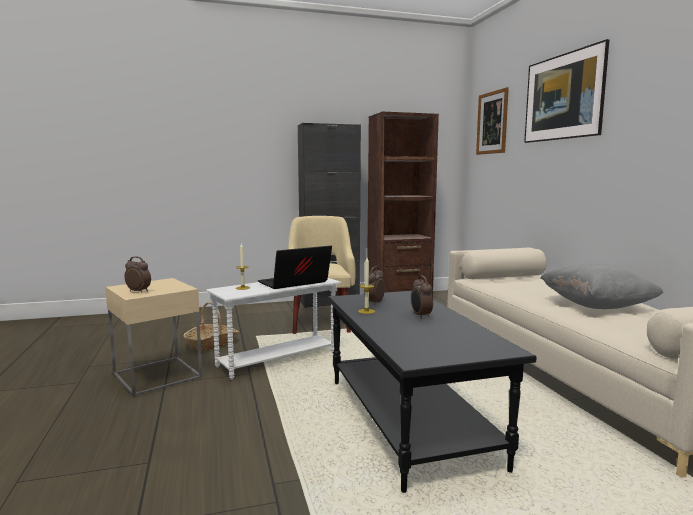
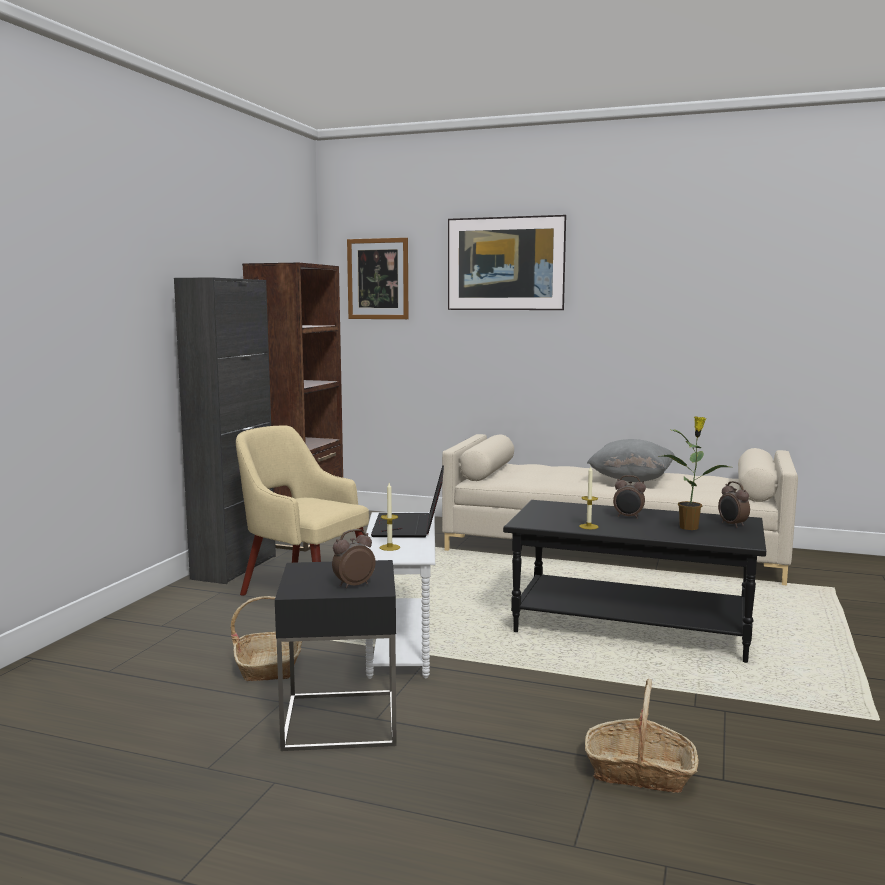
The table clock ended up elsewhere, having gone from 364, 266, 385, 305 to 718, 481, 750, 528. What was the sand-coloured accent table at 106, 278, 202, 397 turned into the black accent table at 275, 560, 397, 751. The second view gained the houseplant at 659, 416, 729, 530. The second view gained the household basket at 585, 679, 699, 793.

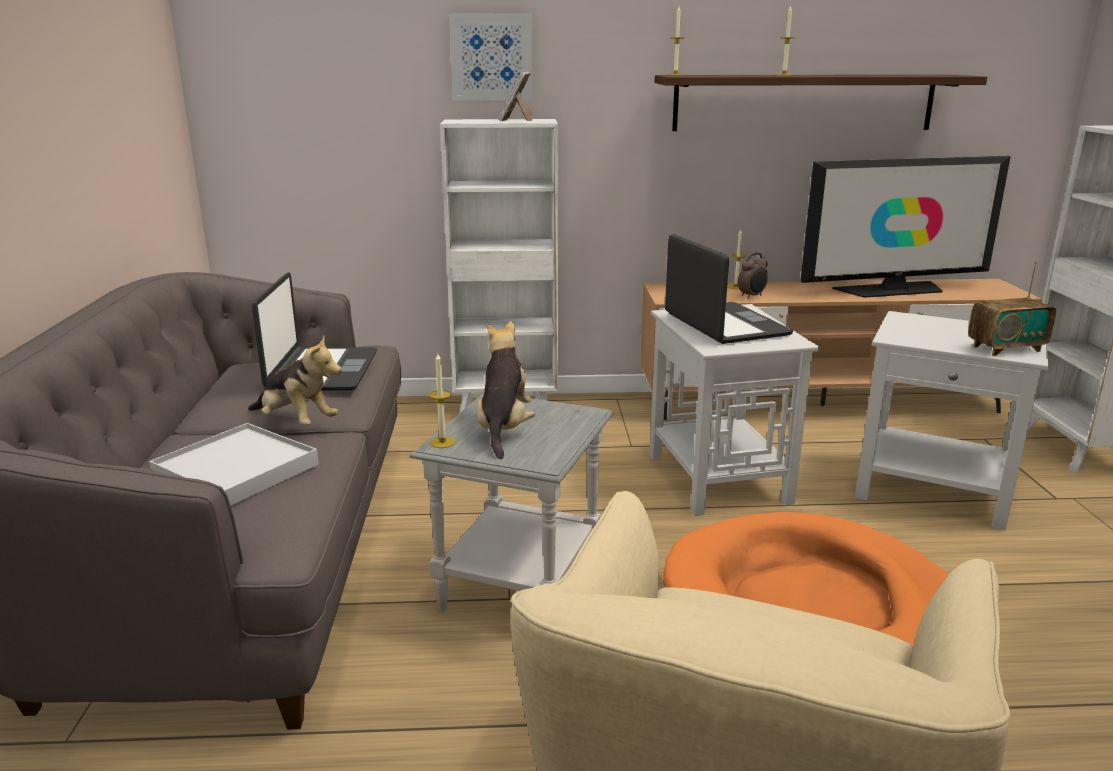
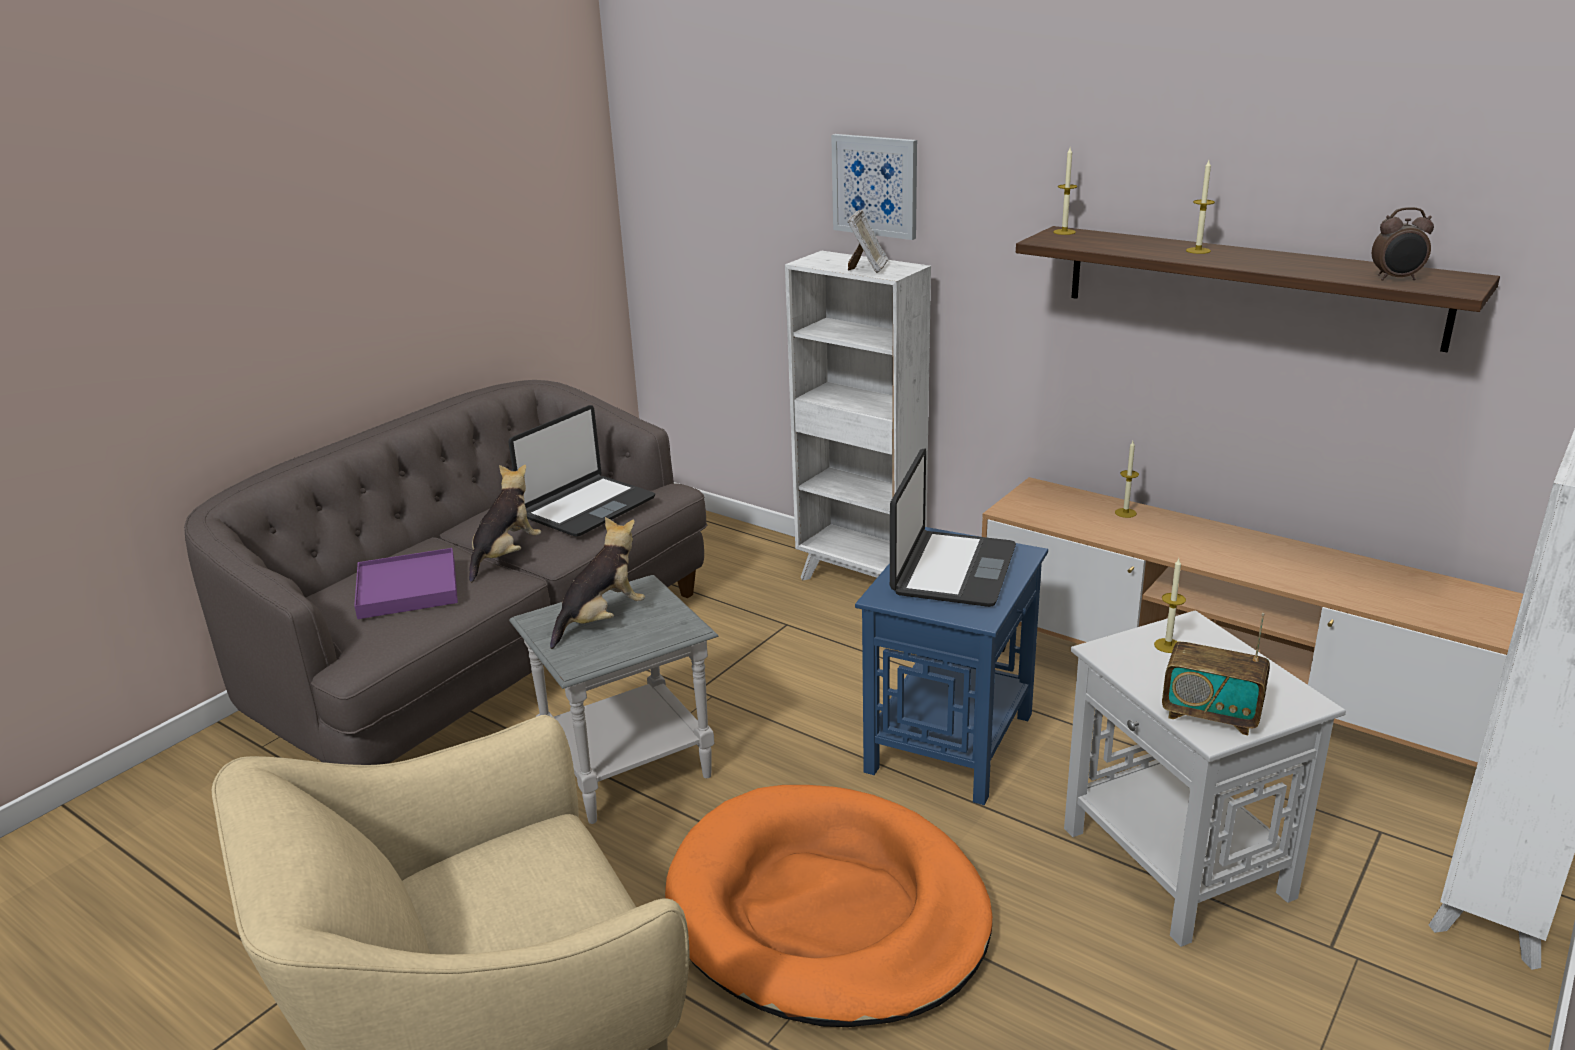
The photo frame at 498, 72, 532, 121 ended up facing another way, 150 degrees clockwise from before. The second view lost the TV set at 800, 156, 1011, 298. The table clock ended up elsewhere, having gone from 738, 253, 768, 299 to 1372, 207, 1434, 280. What was the white accent table at 650, 304, 820, 516 turned into the blue-coloured accent table at 855, 527, 1048, 805. The soft toy at 248, 336, 342, 425 ended up facing another way, 135 degrees counterclockwise from before. The wax light ended up elsewhere, having gone from 429, 353, 455, 448 to 1154, 559, 1186, 653. What was the white serving tray at 149, 423, 319, 506 turned into the purplish serving tray at 354, 548, 458, 619.

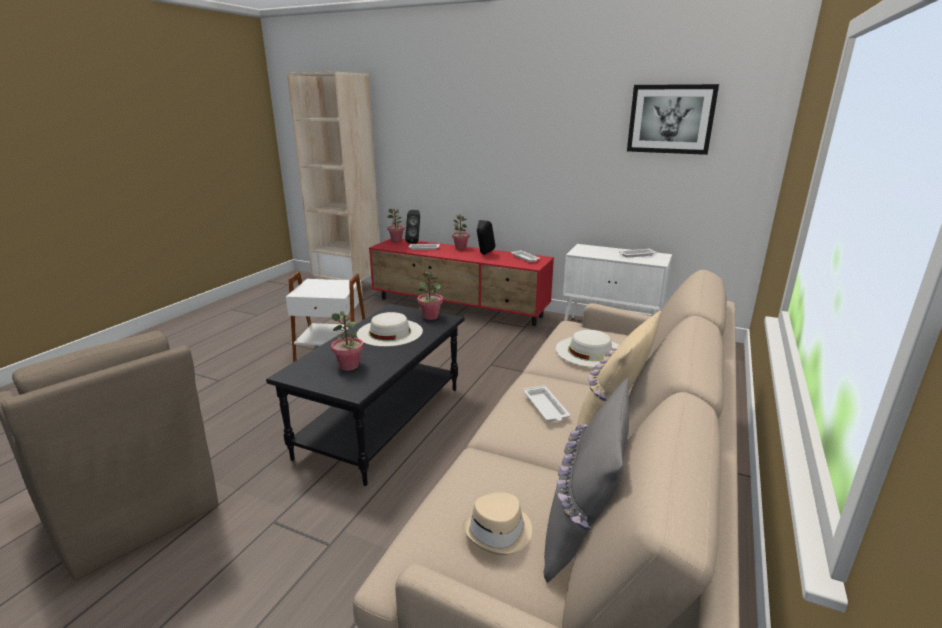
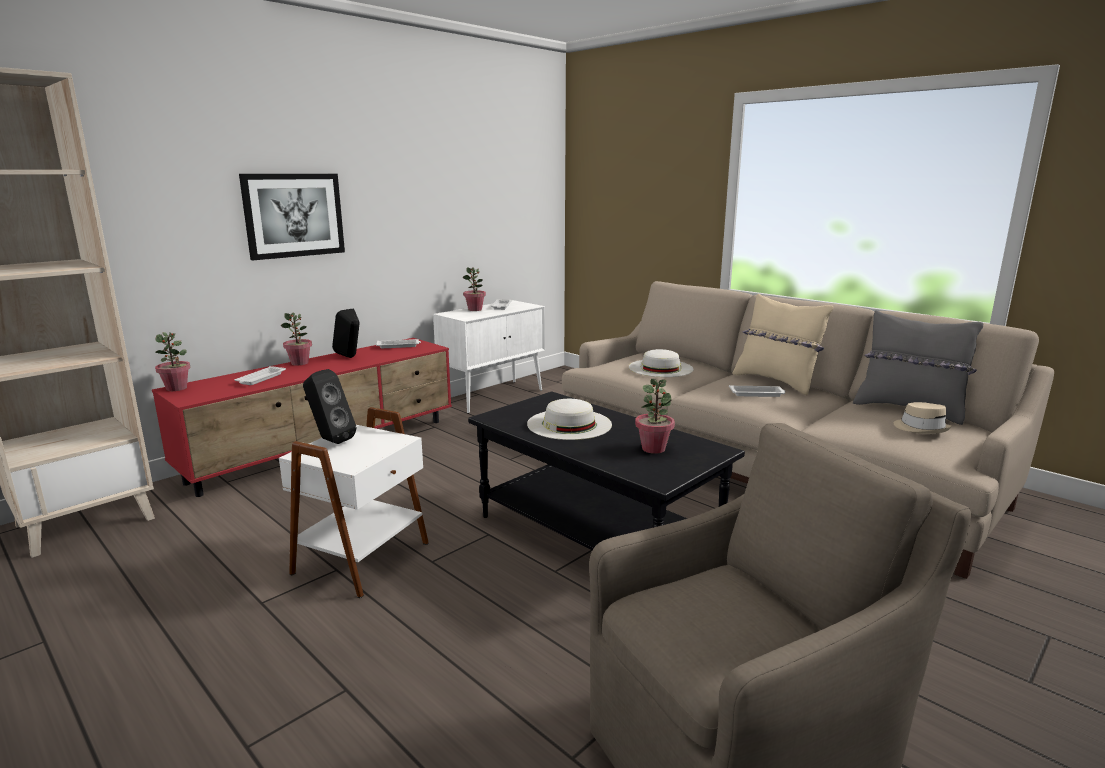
The wall art ended up elsewhere, having gone from 627, 84, 719, 155 to 239, 174, 345, 260. The black loudspeaker ended up elsewhere, having gone from 405, 210, 420, 244 to 303, 369, 356, 444. The houseplant ended up elsewhere, having gone from 417, 269, 443, 320 to 463, 267, 486, 311.

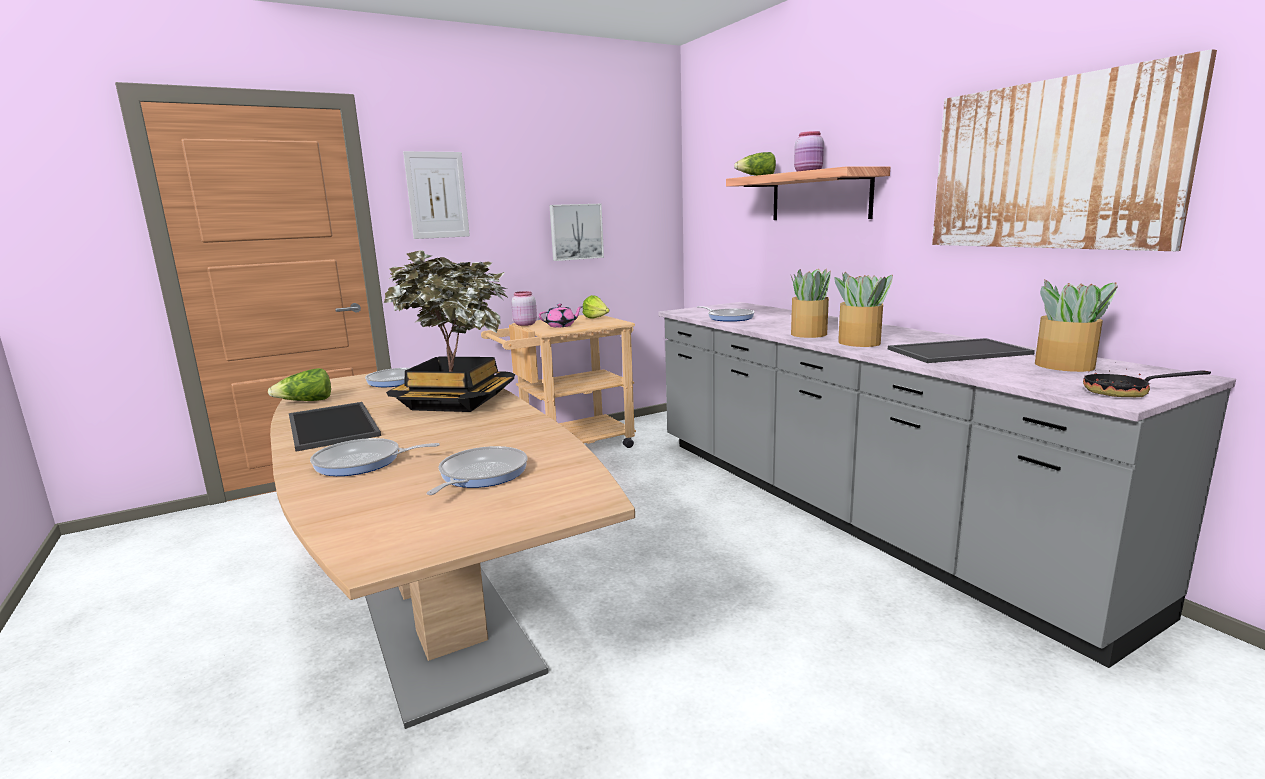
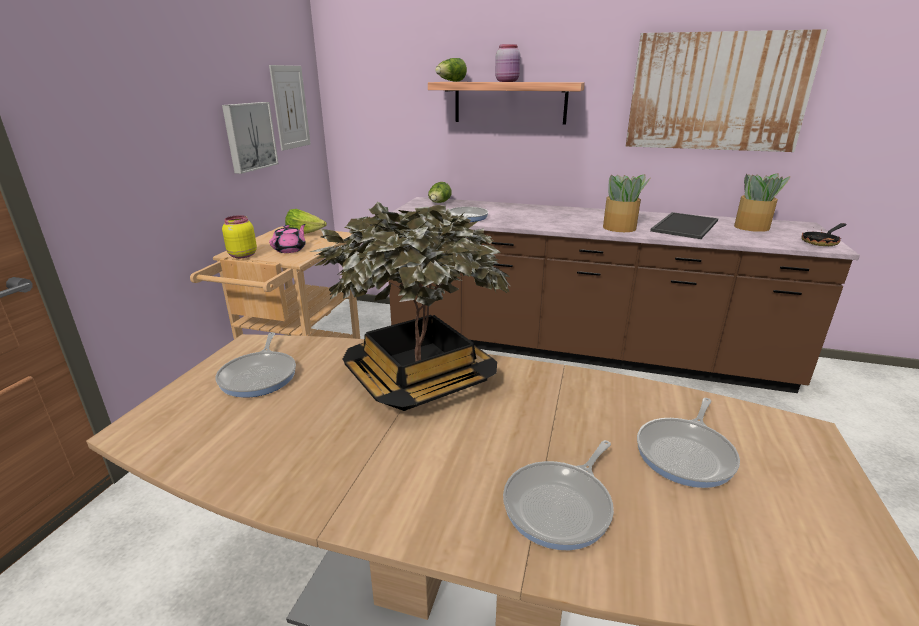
The wall art ended up elsewhere, having gone from 403, 151, 470, 239 to 269, 65, 311, 151. The second view lost the houseplant at 791, 269, 831, 338. What was the pinkish storage jar at 511, 291, 537, 326 turned into the yellowish storage jar at 222, 215, 257, 258. What was the grey kitchen counter at 658, 302, 1236, 668 turned into the brownish kitchen counter at 389, 197, 860, 393. The head of lettuce ended up elsewhere, having gone from 268, 368, 331, 401 to 428, 182, 452, 203. The second view lost the serving tray at 289, 402, 381, 451. The skillet at 427, 446, 527, 495 ended up facing another way, 120 degrees counterclockwise from before.

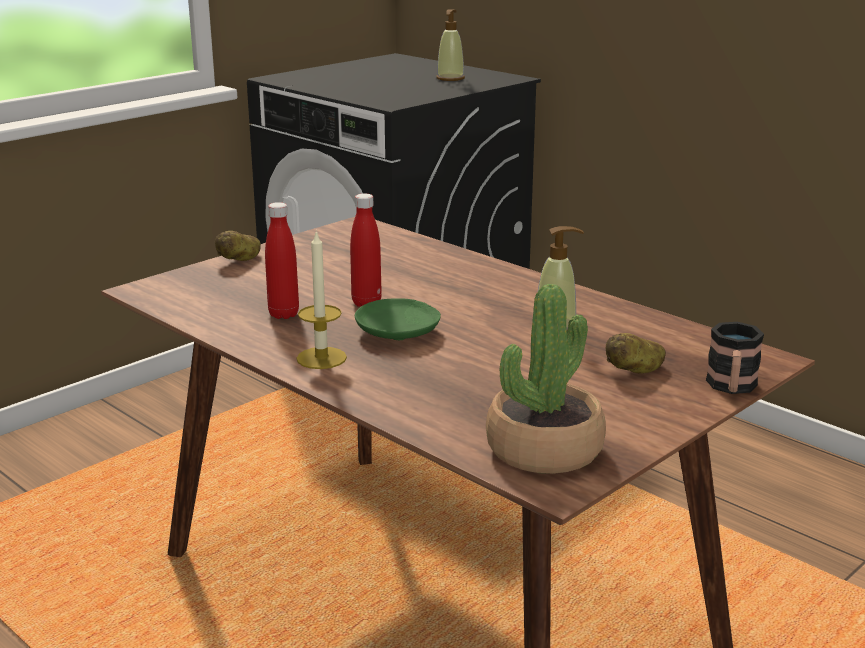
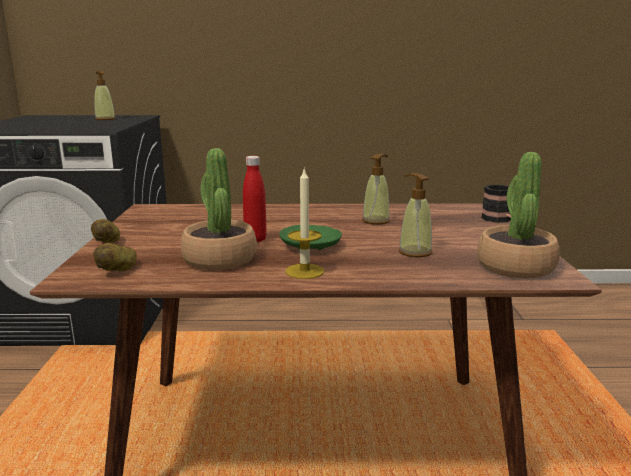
Where the reddish drink bottle stood at 265, 202, 299, 319, the houseplant came to stand at 181, 148, 257, 270. The whole potato ended up elsewhere, having gone from 606, 333, 666, 374 to 93, 243, 137, 271. The second view gained the soap dispenser at 399, 173, 432, 258.

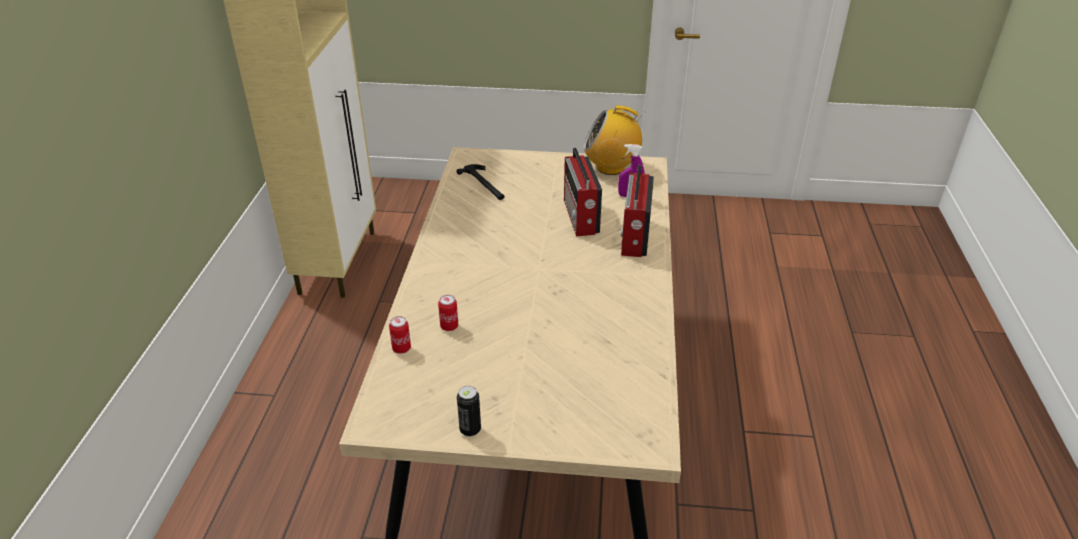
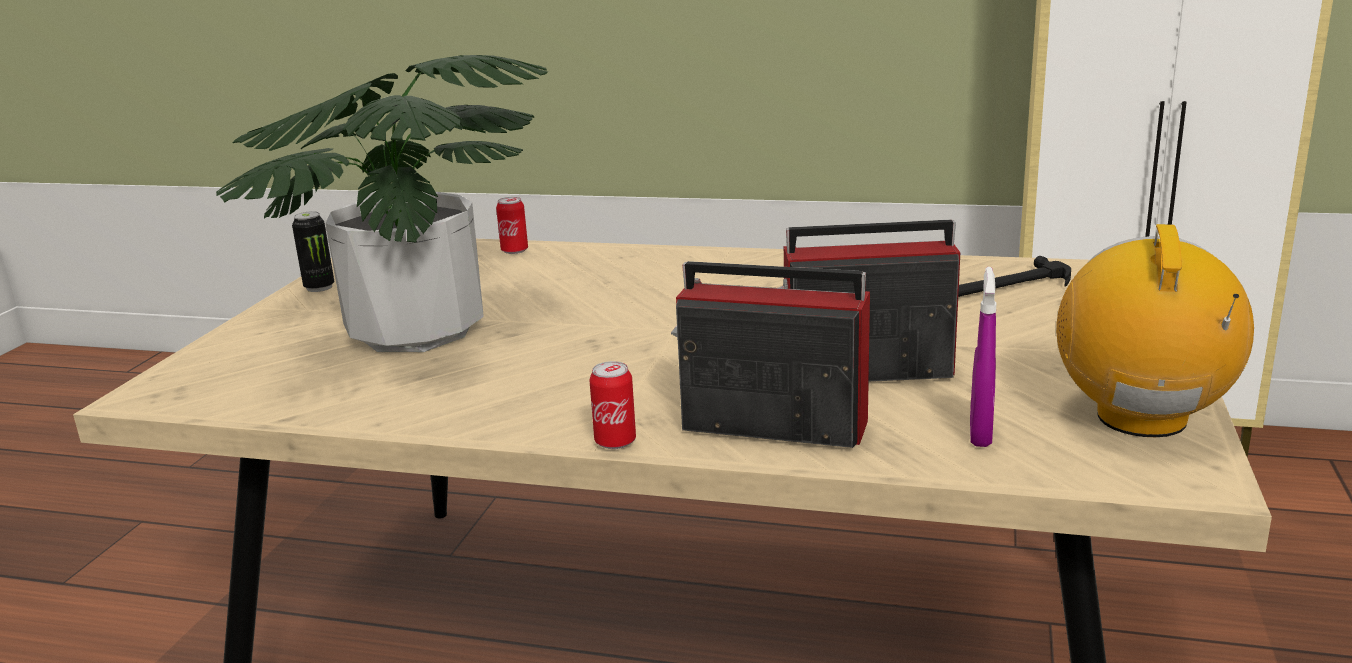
The can ended up elsewhere, having gone from 438, 295, 458, 331 to 589, 361, 636, 449. The second view gained the houseplant at 216, 55, 548, 352.

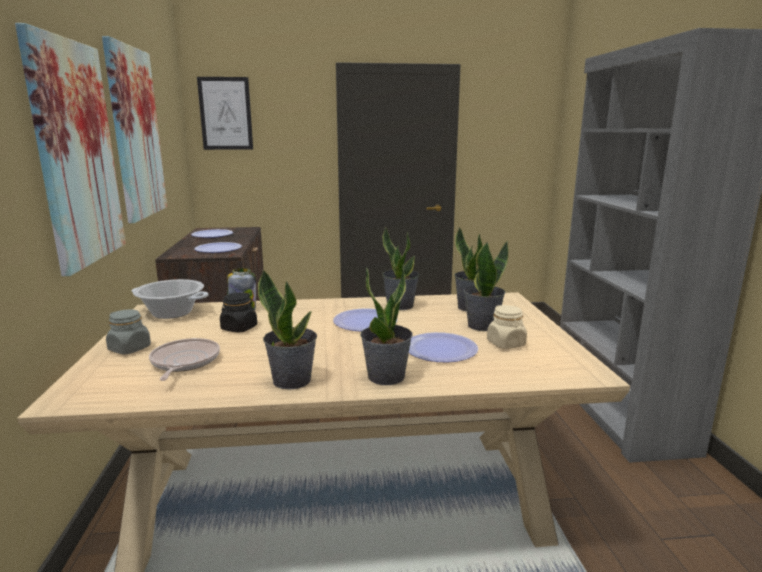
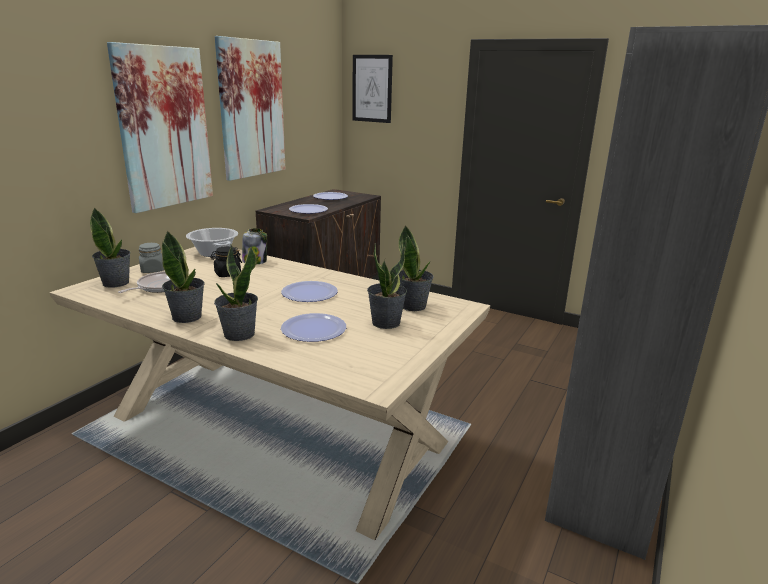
The houseplant ended up elsewhere, having gone from 382, 227, 419, 310 to 90, 207, 131, 288. The second view lost the sand-coloured storage jar at 487, 305, 527, 349.

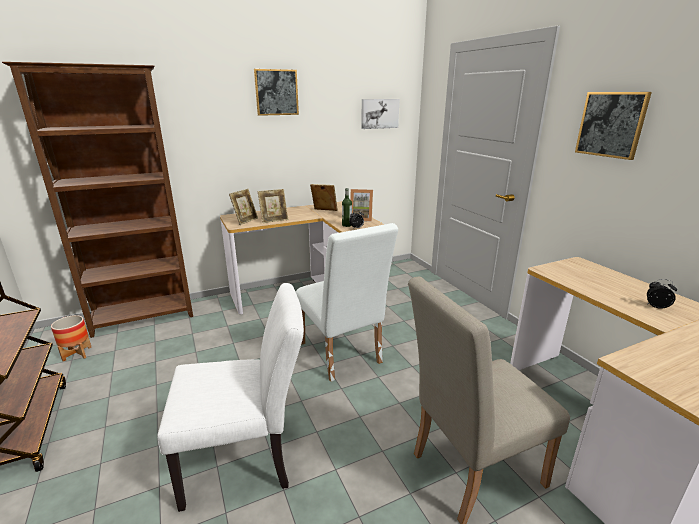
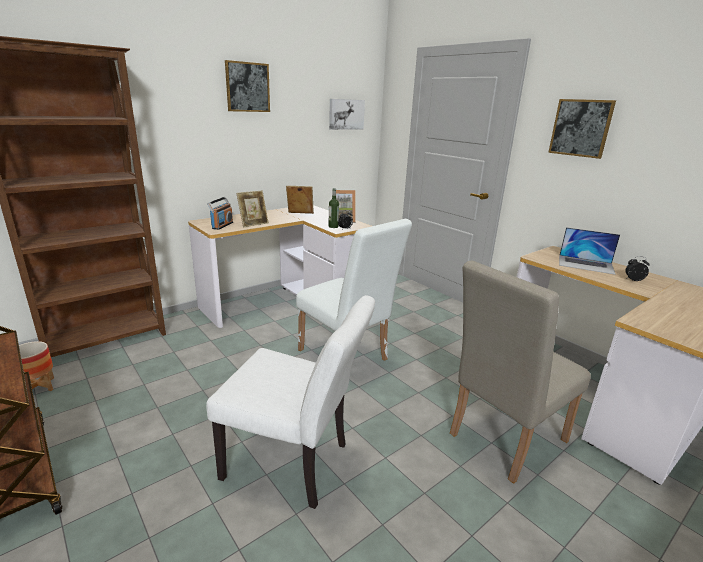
Where the photo frame stood at 229, 189, 258, 225, the radio set came to stand at 207, 197, 233, 230. The white chair at 157, 283, 304, 512 ended up facing another way, 45 degrees clockwise from before. The second view gained the laptop at 559, 227, 620, 275.

